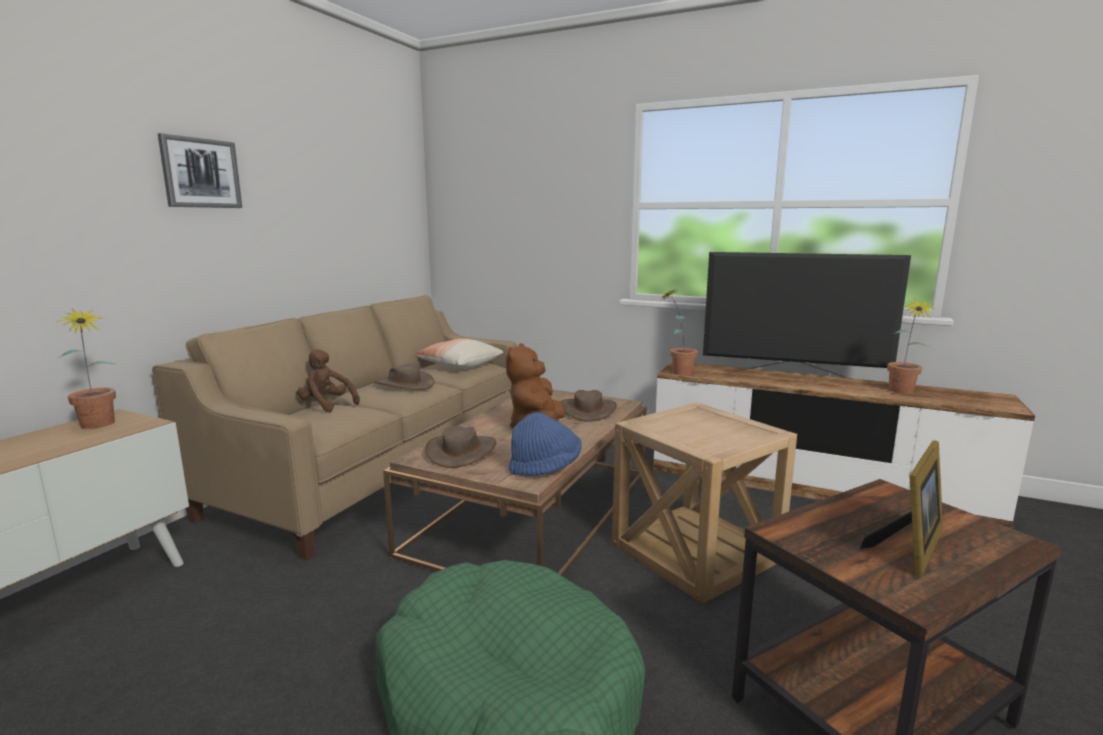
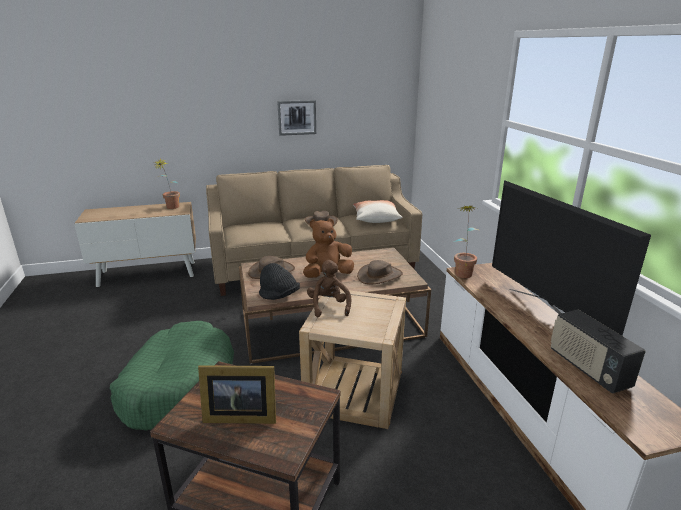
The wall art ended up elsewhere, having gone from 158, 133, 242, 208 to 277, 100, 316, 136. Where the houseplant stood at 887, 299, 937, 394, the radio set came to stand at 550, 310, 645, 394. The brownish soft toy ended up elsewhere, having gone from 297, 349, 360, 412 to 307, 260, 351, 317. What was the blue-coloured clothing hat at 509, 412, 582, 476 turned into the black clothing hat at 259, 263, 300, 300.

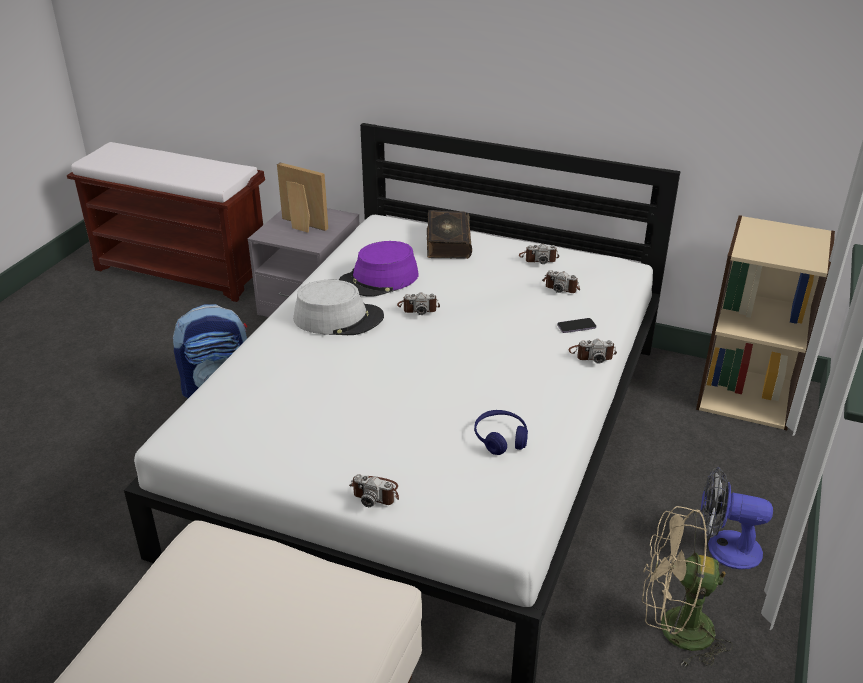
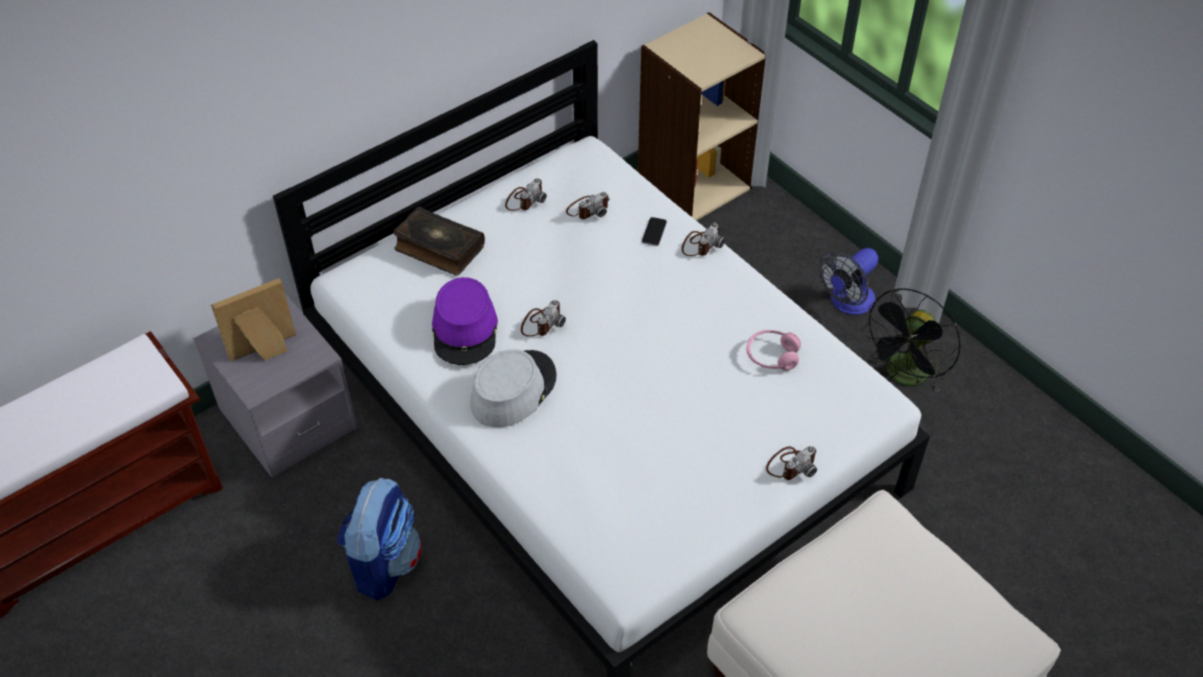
What was the blue-coloured headset at 474, 410, 528, 455 turned into the pinkish headset at 747, 330, 801, 371. What was the sand-coloured cooling fan at 642, 506, 733, 667 turned into the black cooling fan at 861, 288, 961, 391.

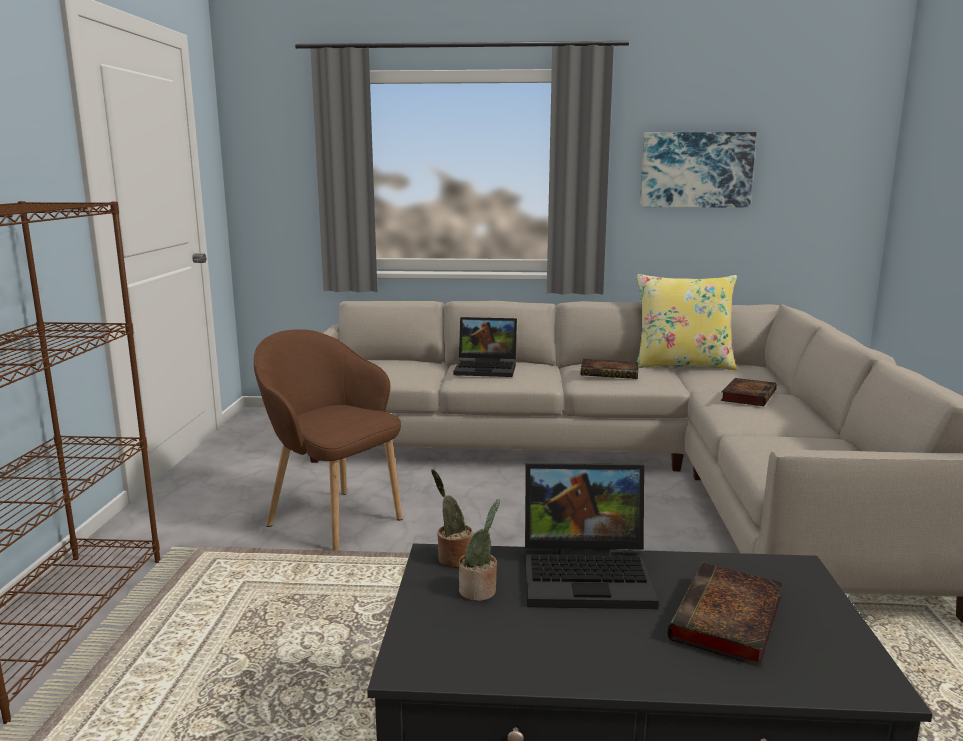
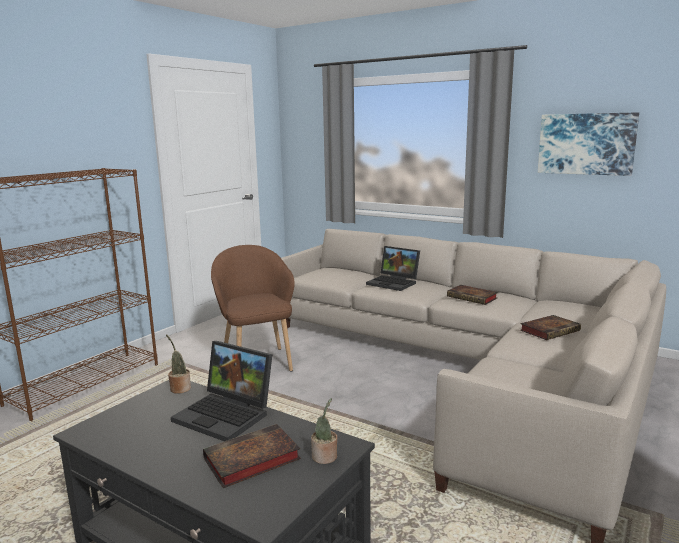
The second view lost the yellowish pillow at 636, 274, 737, 370. The houseplant ended up elsewhere, having gone from 459, 499, 500, 601 to 311, 398, 337, 464.

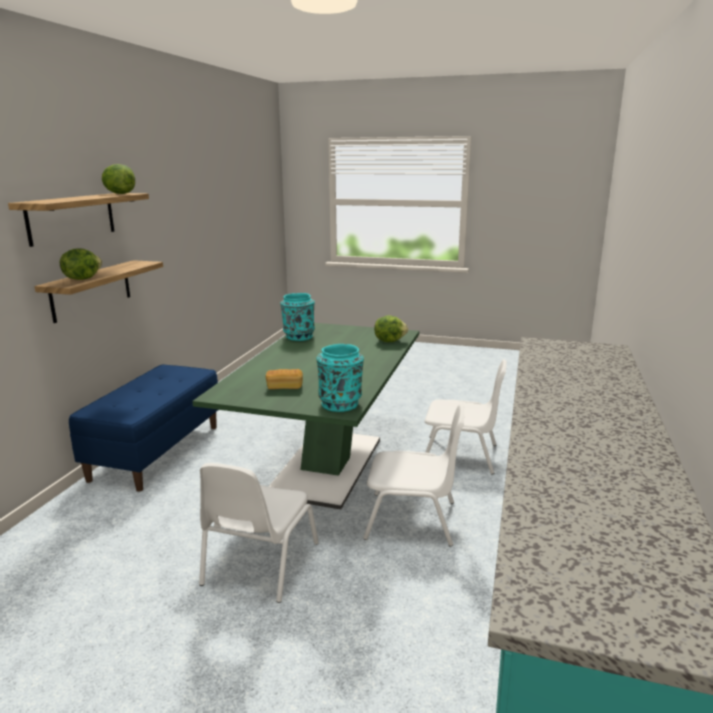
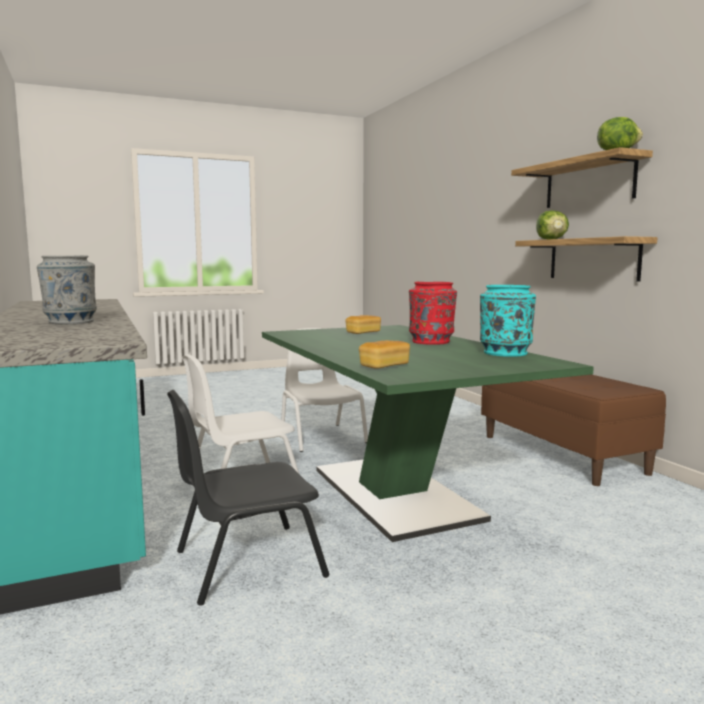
Where the head of lettuce stood at 374, 315, 409, 342, the bread came to stand at 359, 340, 410, 369. The second view lost the blue-green vase at 316, 344, 364, 412. What was the white chair at 425, 359, 507, 474 turned into the black chair at 167, 390, 329, 606. What was the blue-coloured long seat at 69, 364, 218, 492 turned into the brownish long seat at 481, 375, 666, 486. The second view gained the grey vase at 37, 255, 97, 324. The second view gained the reddish vase at 409, 282, 457, 345.

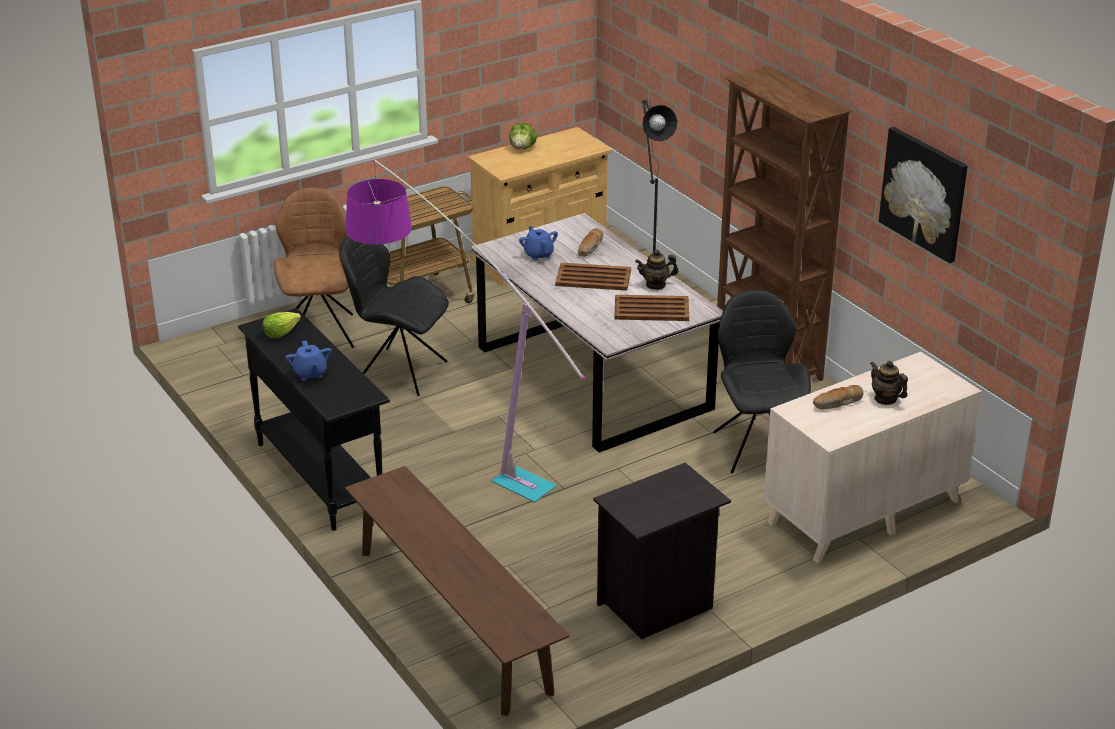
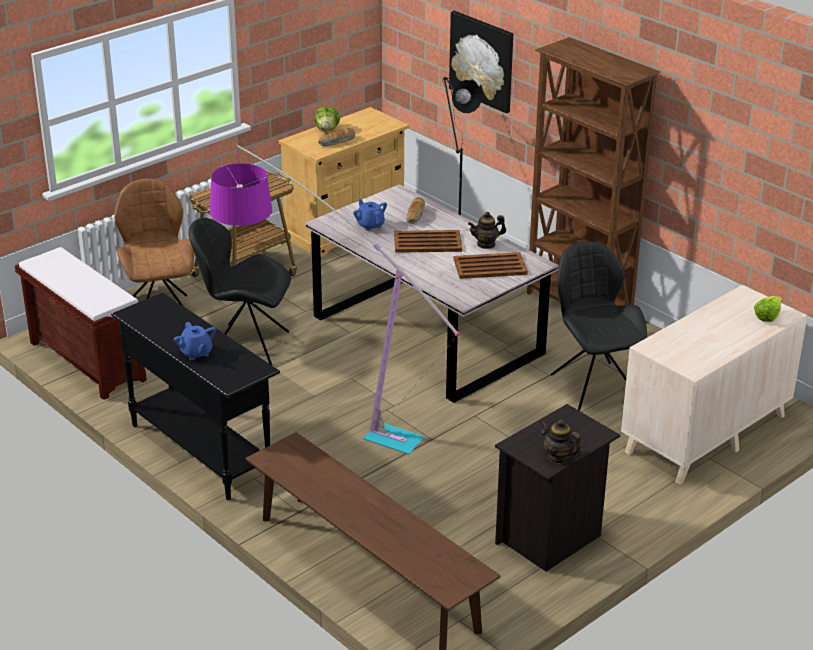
The wall art ended up elsewhere, having gone from 879, 127, 968, 263 to 449, 11, 513, 113. The head of lettuce ended up elsewhere, having gone from 263, 312, 301, 338 to 754, 296, 782, 322. The pot for tea ended up elsewhere, having gone from 870, 361, 908, 405 to 540, 420, 581, 464. The bread ended up elsewhere, having gone from 813, 385, 864, 409 to 318, 128, 355, 146. The second view gained the brownish long seat at 15, 247, 147, 400.

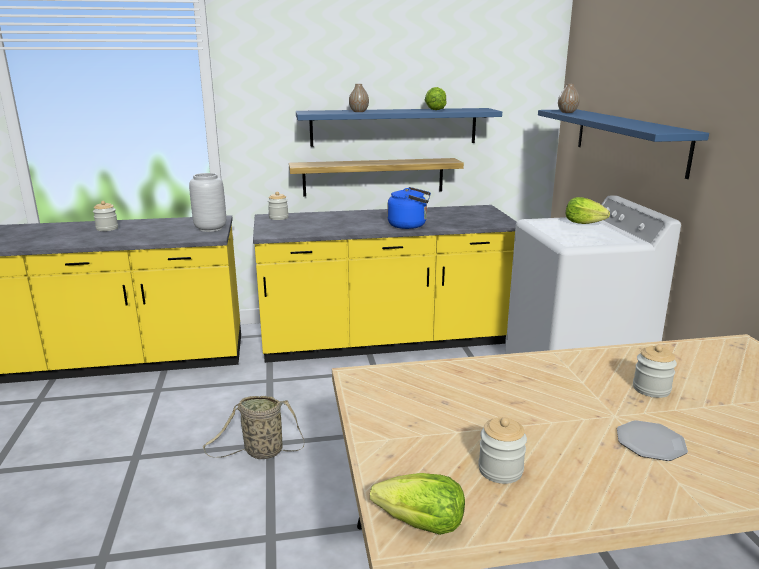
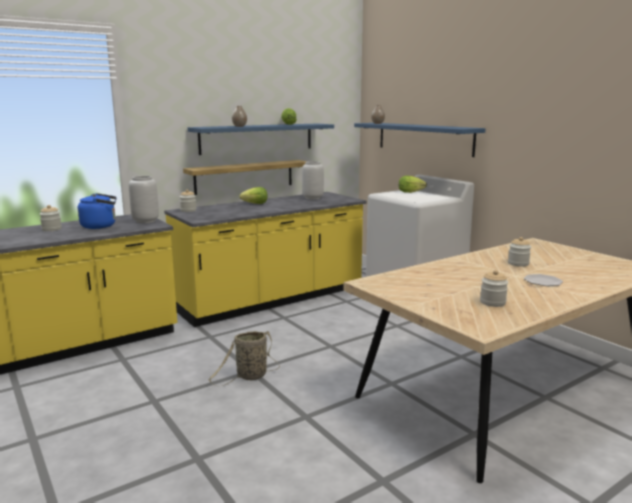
The blue-coloured water kettle ended up elsewhere, having gone from 388, 187, 431, 229 to 78, 193, 117, 229. The head of lettuce ended up elsewhere, having gone from 370, 473, 465, 535 to 239, 187, 267, 204. The second view gained the grey vase at 302, 161, 324, 199.

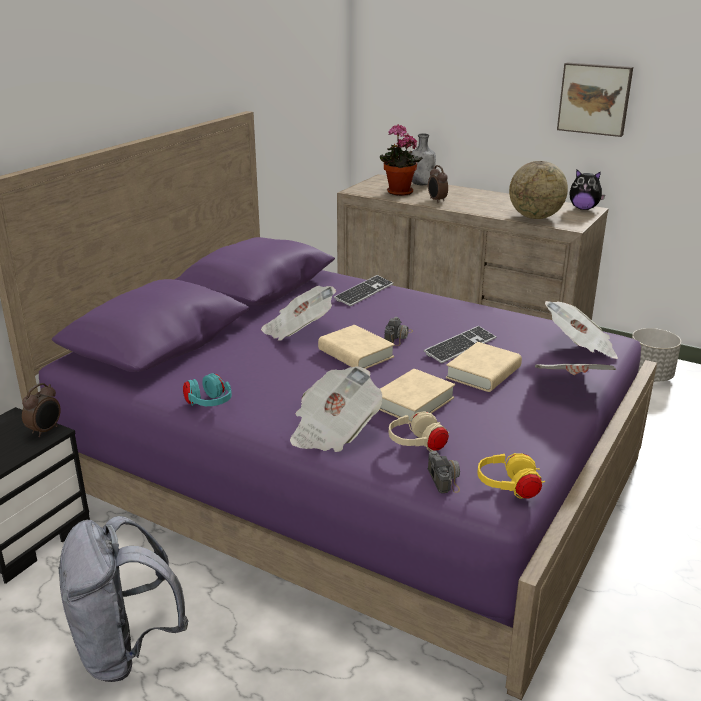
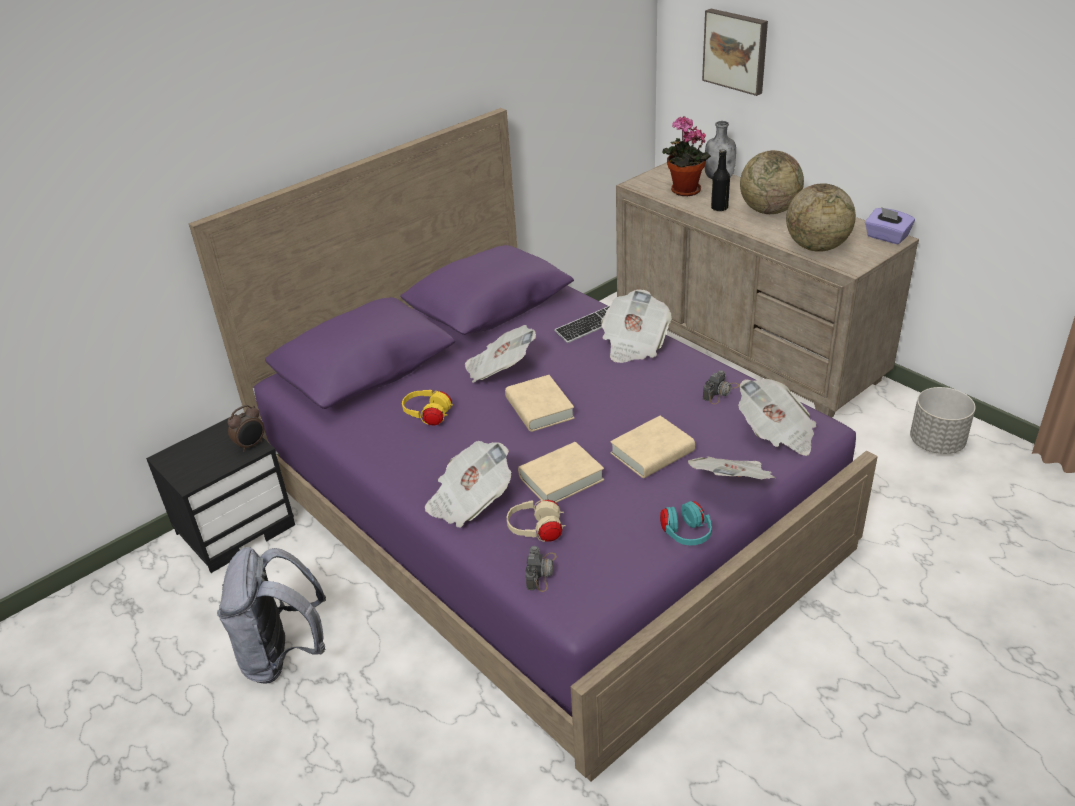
The wall art ended up elsewhere, having gone from 557, 62, 633, 137 to 702, 9, 768, 96. Where the table clock stood at 428, 165, 448, 203, the black drink bottle came to stand at 711, 149, 730, 211. Where the soft toy stood at 569, 169, 605, 210, the purplish tissue holder came to stand at 865, 207, 915, 245. The still camera ended up elsewhere, having gone from 385, 317, 413, 346 to 703, 370, 739, 404. The second view lost the PC keyboard at 424, 326, 496, 363. The blue-green headset ended up elsewhere, having gone from 183, 373, 232, 406 to 660, 501, 712, 545. The yellowish headset ended up elsewhere, having gone from 477, 453, 545, 499 to 402, 390, 453, 426. The second view gained the desk globe at 740, 150, 804, 214. The second view gained the daily paper at 601, 289, 672, 363.

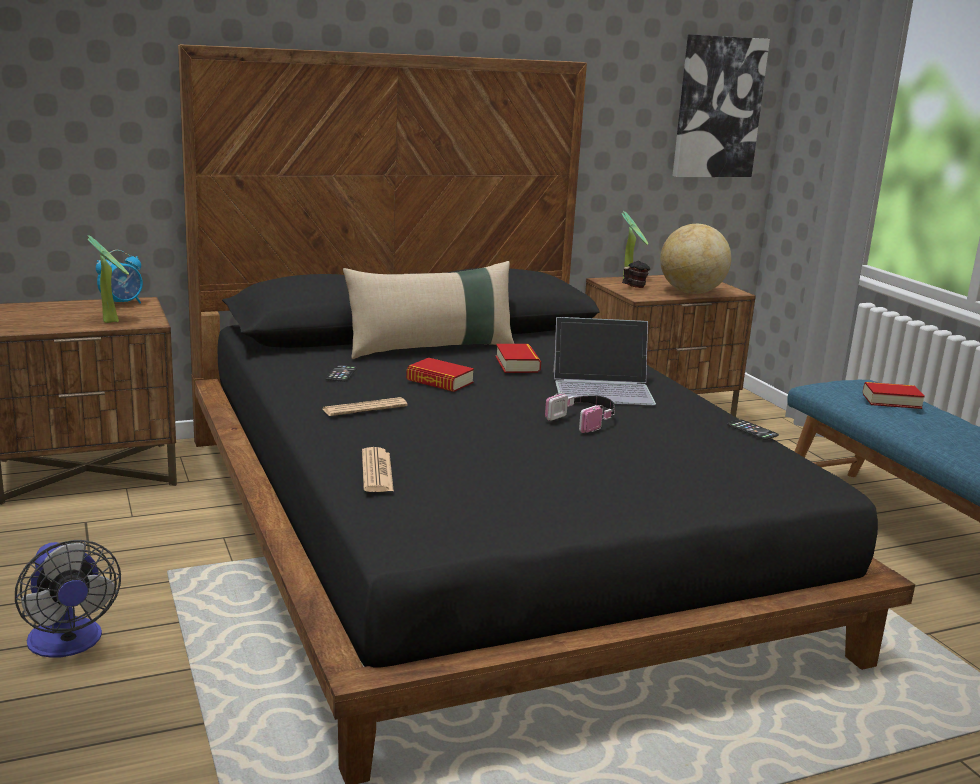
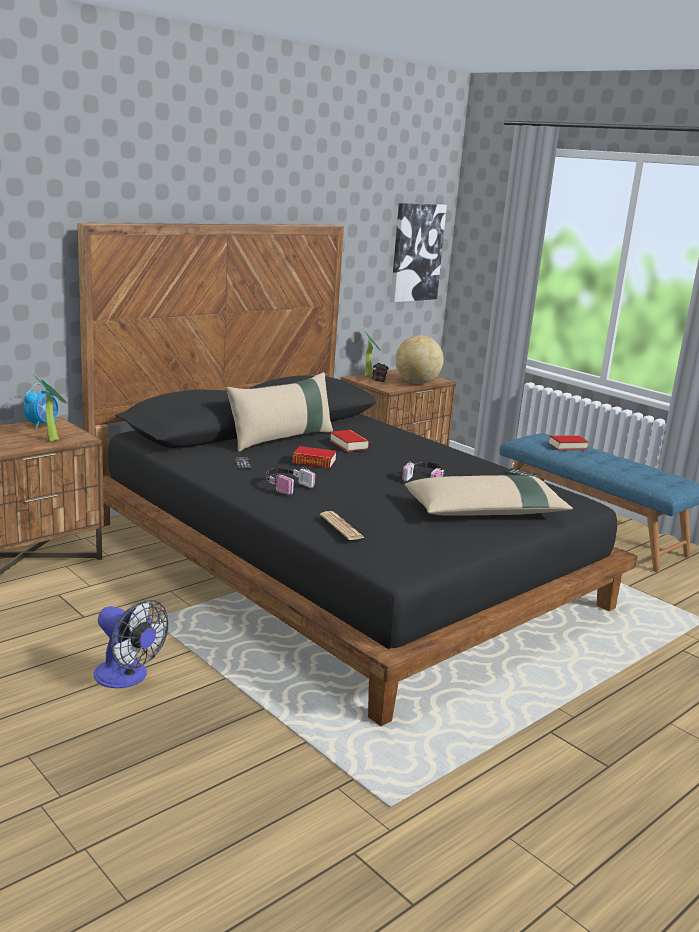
The second view lost the laptop at 553, 317, 656, 405. Where the daily paper stood at 323, 397, 408, 416, the headset came to stand at 266, 467, 315, 495. The second view gained the sand-coloured pillow at 405, 475, 573, 516.

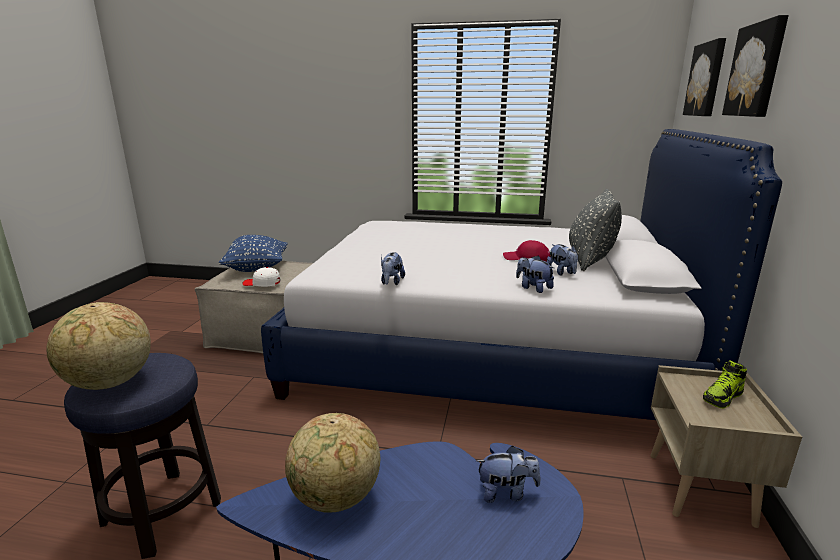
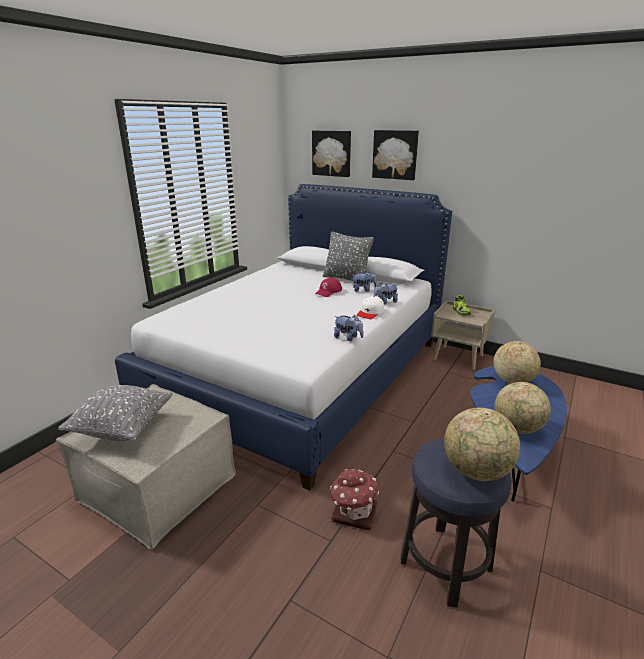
What was the blue-coloured pillow at 219, 235, 288, 272 turned into the grey pillow at 58, 385, 173, 441. The white peaked cap ended up elsewhere, having gone from 242, 267, 281, 287 to 357, 296, 384, 319. Where the soft toy stood at 476, 446, 541, 503, the desk globe came to stand at 493, 341, 541, 384. The second view gained the miniature house at 330, 469, 379, 531.

